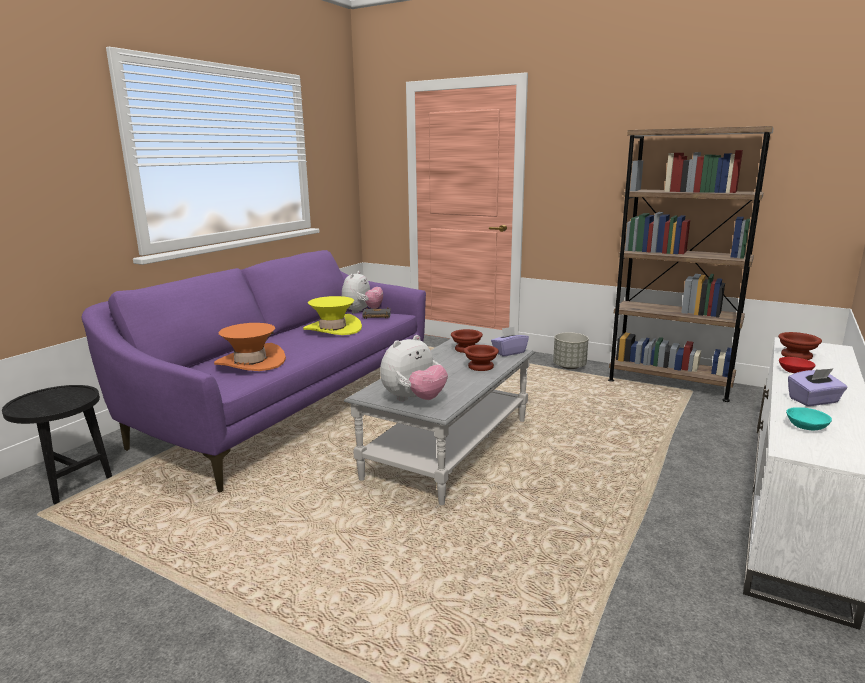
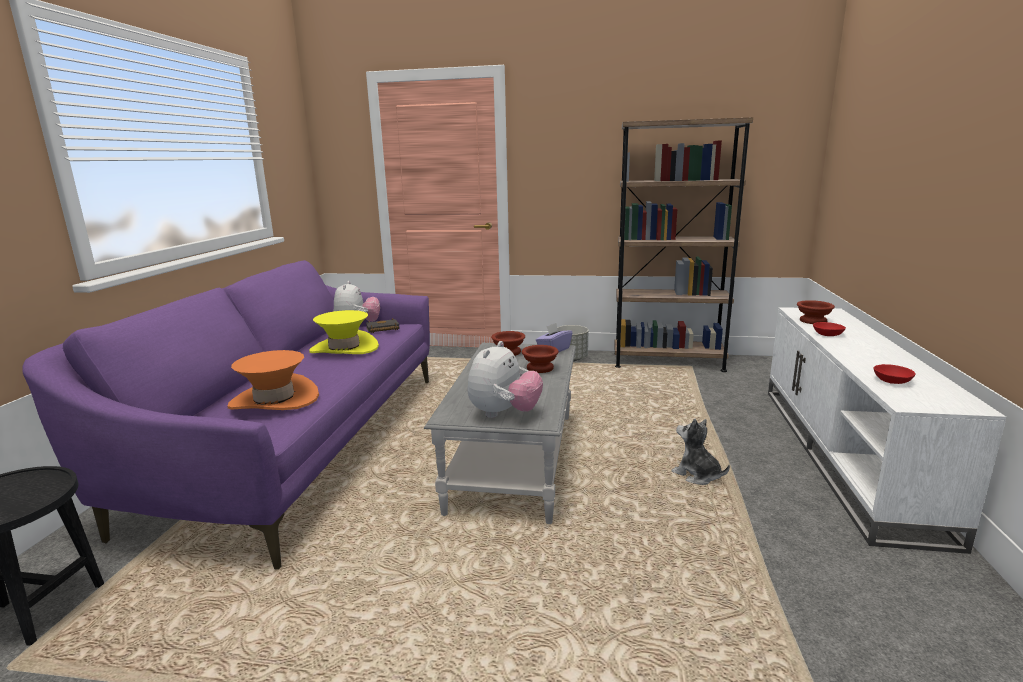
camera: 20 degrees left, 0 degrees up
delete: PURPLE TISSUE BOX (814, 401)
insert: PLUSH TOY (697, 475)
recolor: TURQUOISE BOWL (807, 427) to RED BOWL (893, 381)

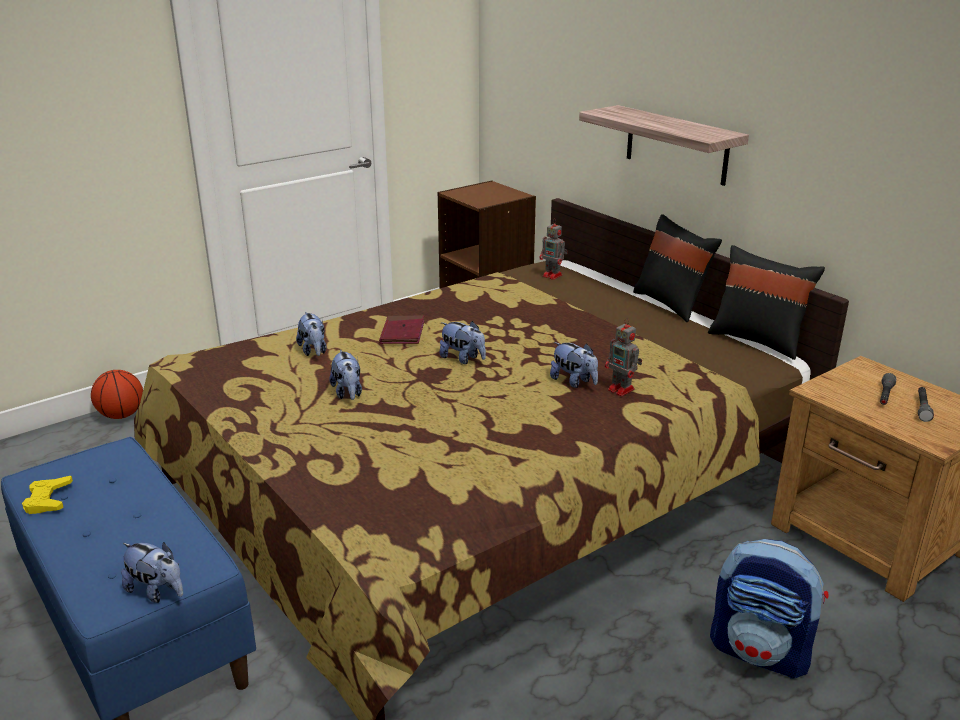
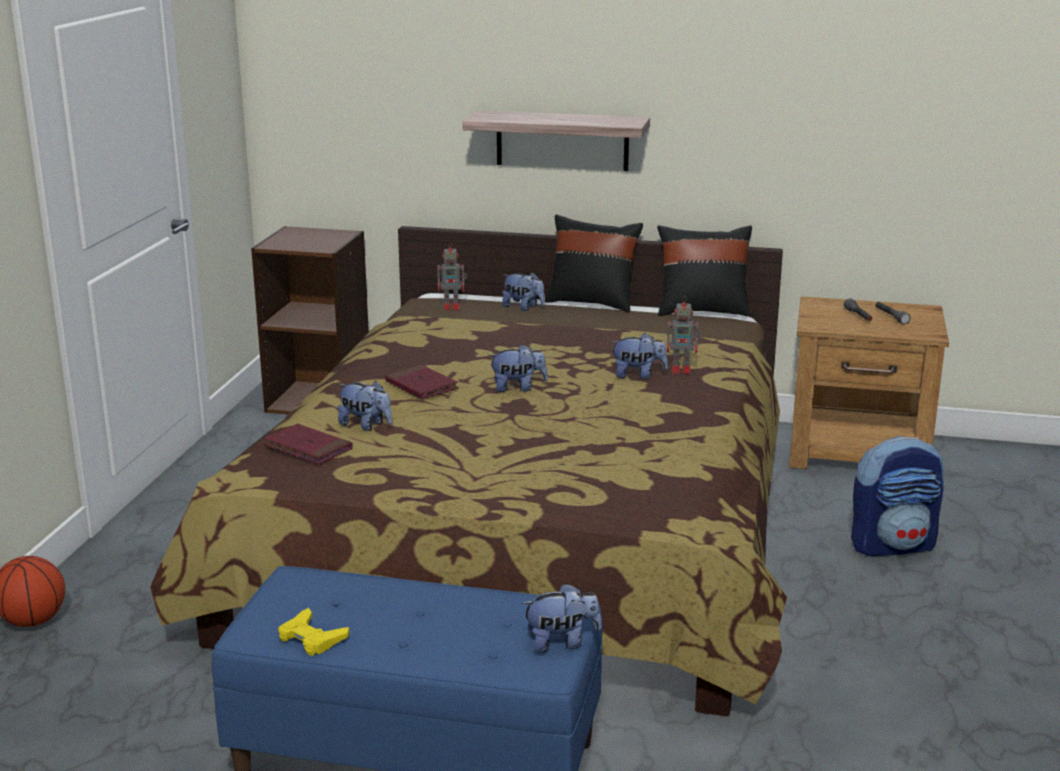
camera: 40 degrees left, 5 degrees down
insert: RED BOOK (308, 448)
move: PLUSH TOY (348, 393) to (523, 307)

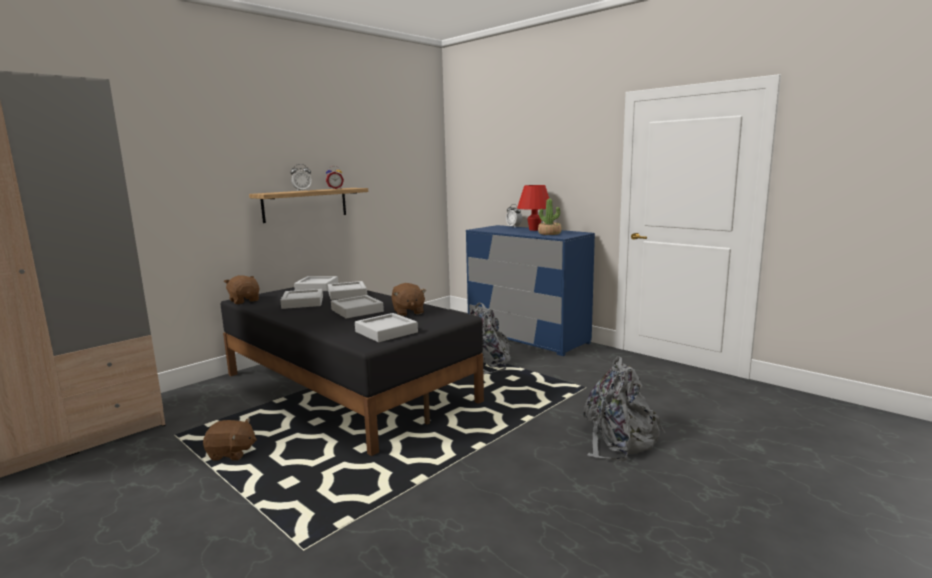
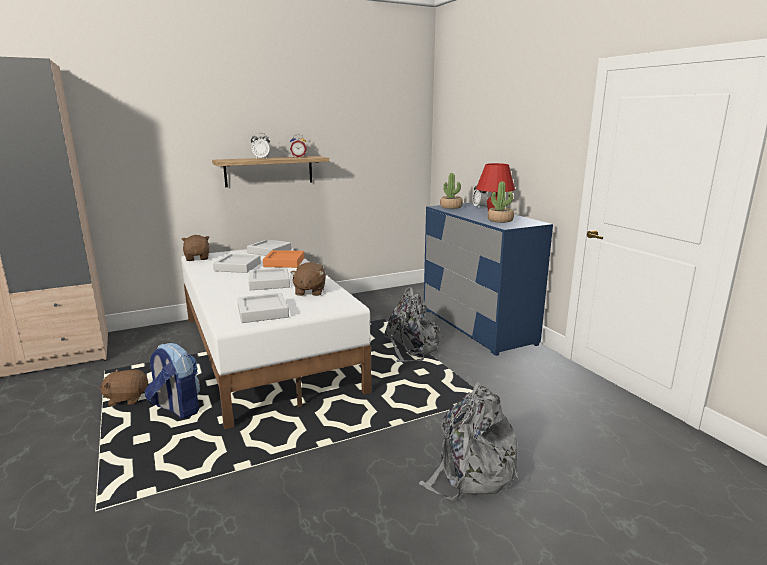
camera: 20 degrees right, 5 degrees up
insert: BACKPACK (177, 408); POTTED PLANT (451, 207)
recolor: BLACK BED (347, 387) to WHITE BED (267, 351); GREY TRAY (347, 294) to ORANGE TRAY (284, 262)
rotate: BROWN PLUSH TOY (231, 453) = (127, 398) 150 degrees clockwise

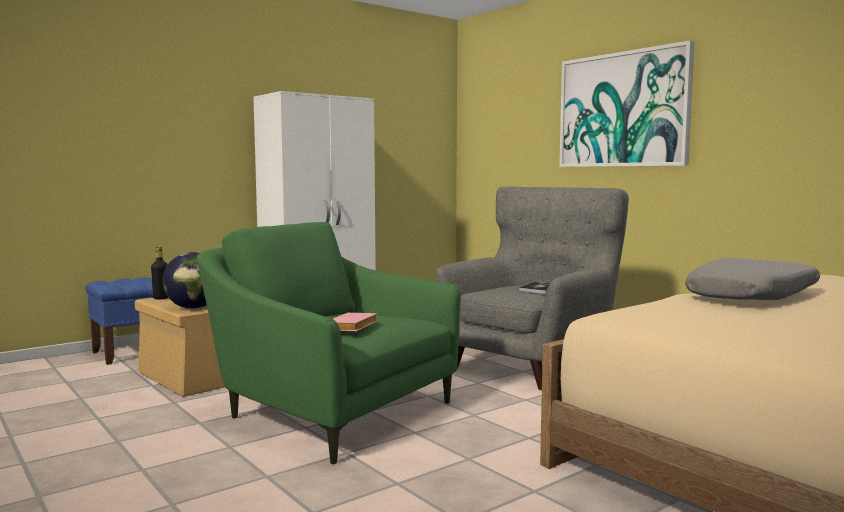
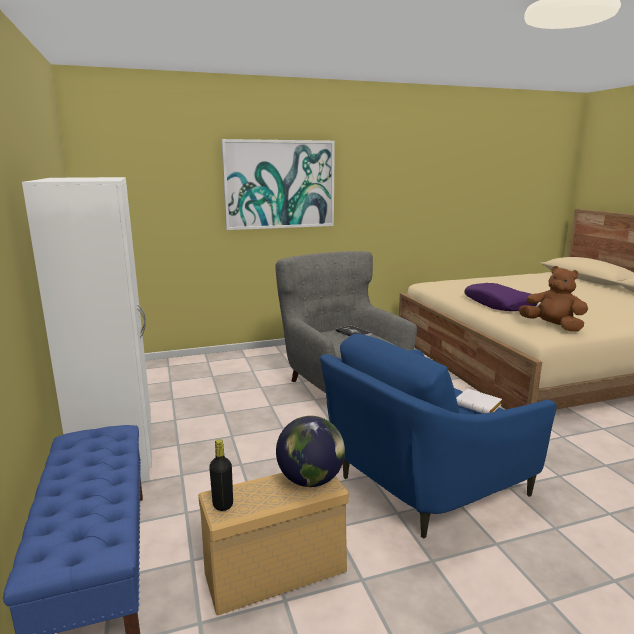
camera: 70 degrees left, 10 degrees up
insert: BROWN PLUSH TOY (552, 326)
recolor: GREEN ARMCHAIR (329, 412) to BLUE ARMCHAIR (421, 483); PINK BOOK (352, 328) to WHITE BOOK (479, 405); GREY PILLOW (753, 297) to PURPLE PILLOW (499, 304)

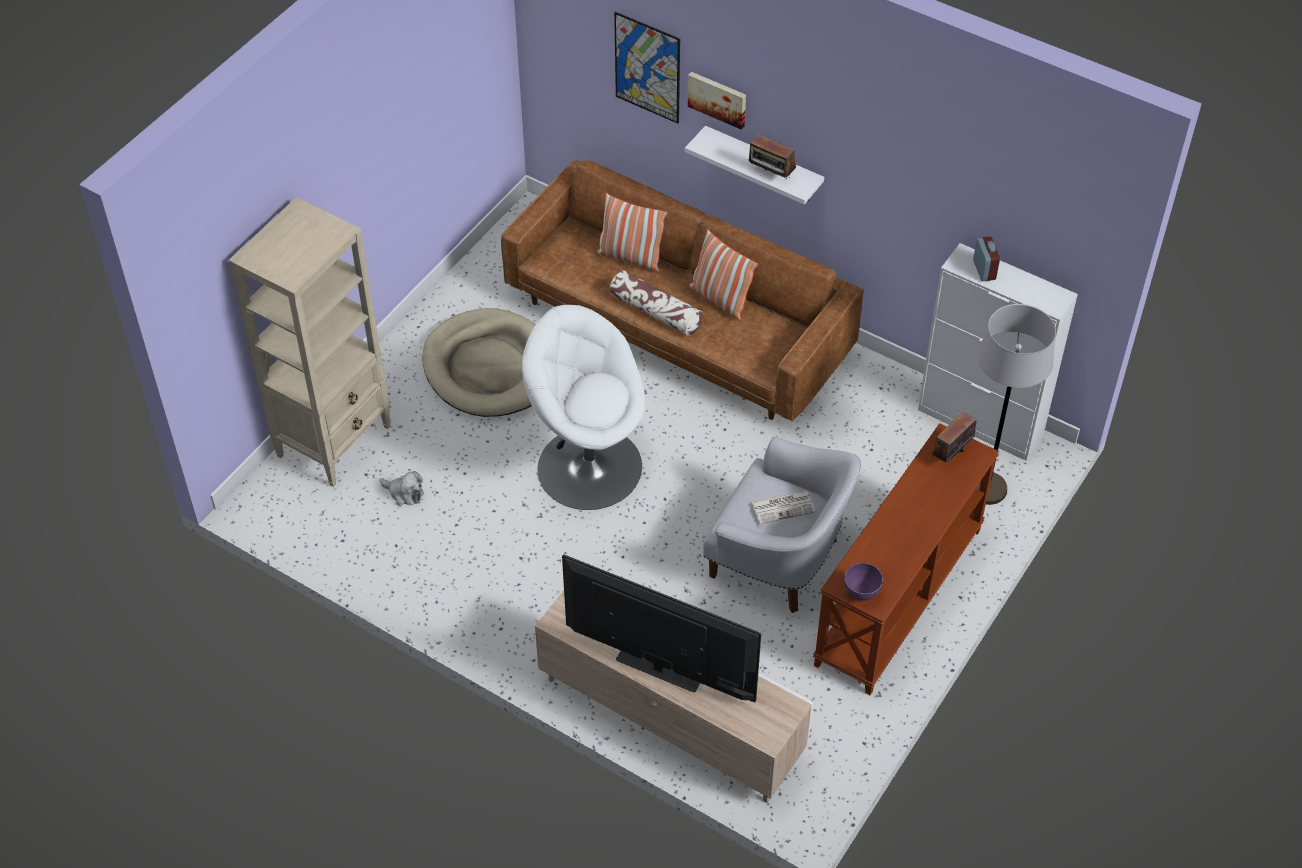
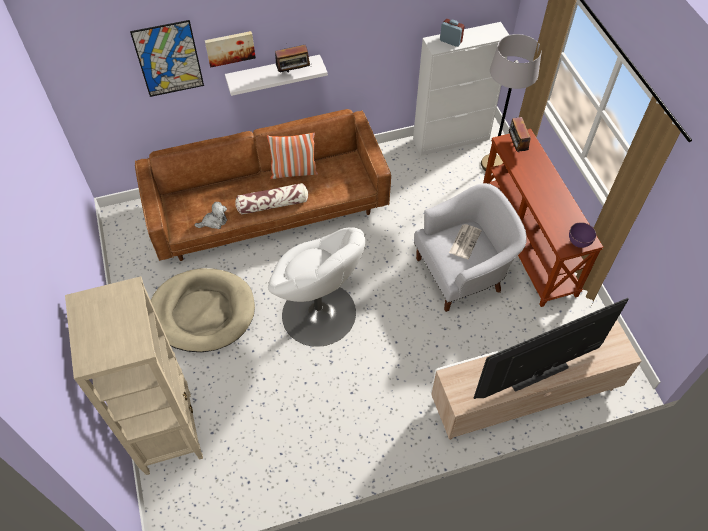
camera: 50 degrees left, 5 degrees up
delete: PILLOW (630, 257)
move: PLUSH TOY (404, 493) to (214, 221)
rotate: WHITE ARMCHAIR (588, 466) = (319, 314) 105 degrees counterclockwise

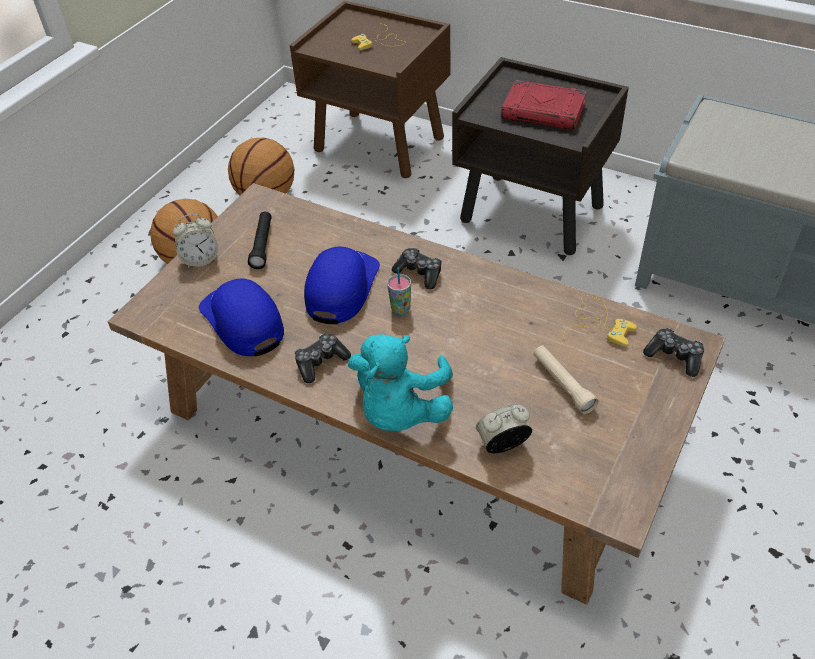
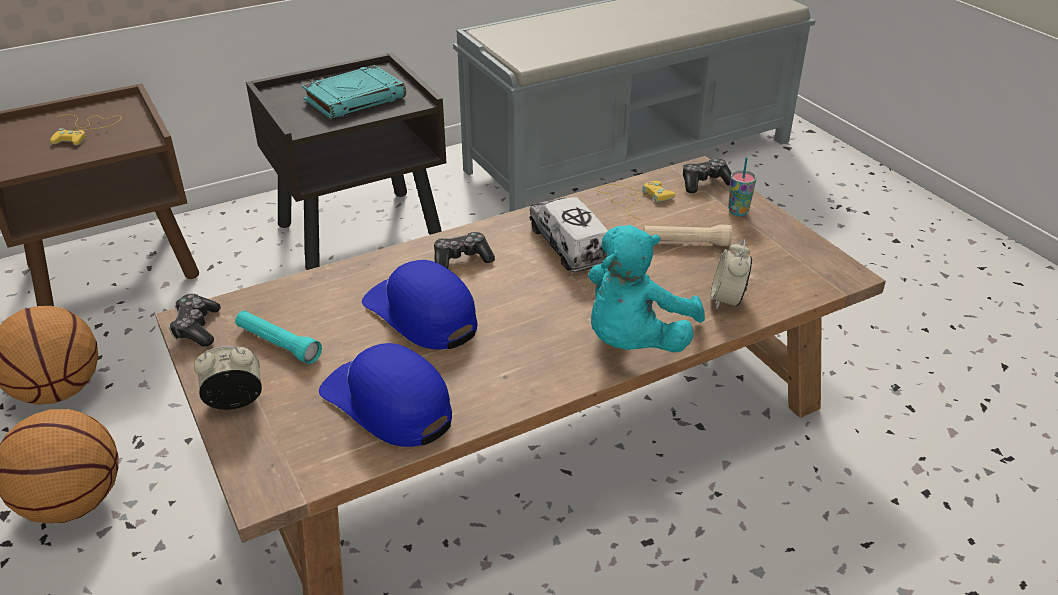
camera: 60 degrees left, 10 degrees down
insert: TOY TRUCK (569, 246)
move: GAME CONTROLLER (321, 362) to (196, 328); CUP (400, 309) to (738, 212)
recolor: BLACK FLASHLIGHT (262, 245) to TURQUOISE FLASHLIGHT (278, 344); RED BOOK (544, 111) to TURQUOISE BOOK (355, 98)
rotate: ALARM CLOCK (200, 259) = (235, 402) 120 degrees counterclockwise; BLUE CAP (243, 321) = (388, 403) 45 degrees clockwise; TURQUOISE PLUSH TOY (400, 411) = (634, 341) 75 degrees clockwise

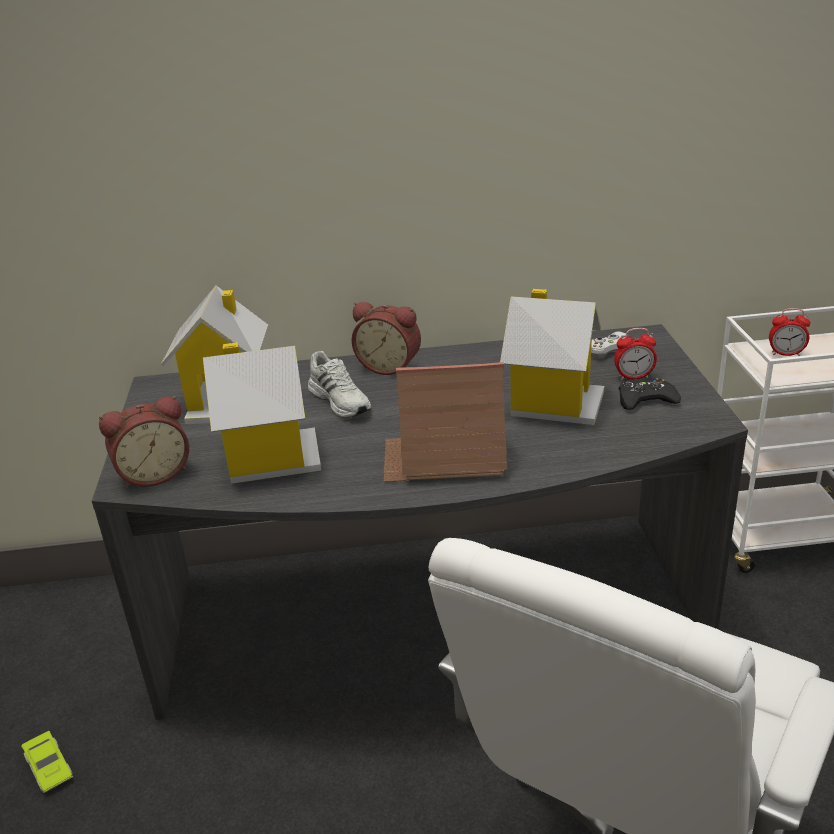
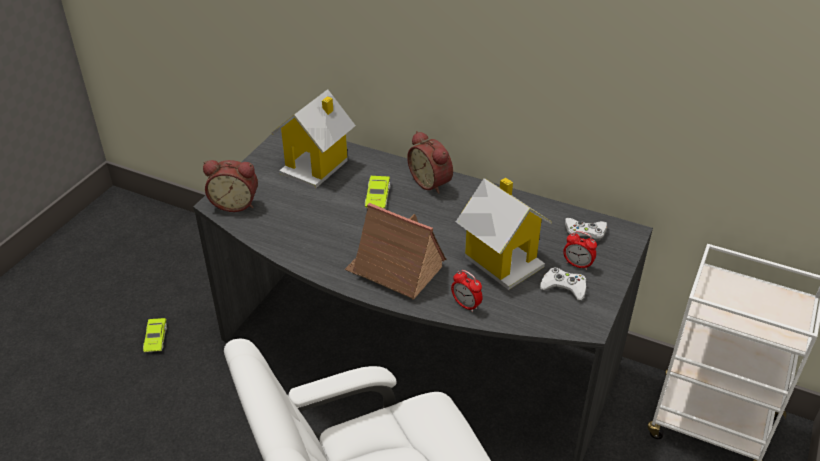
camera: 30 degrees right, 10 degrees up
delete: TOY HOUSE (269, 457)
move: ALARM CLOCK (786, 354) to (466, 305)
replace: WHITE SHOE (341, 401) to GREEN TOY CAR (377, 197)
recolor: BLACK GAME CONTROLLER (646, 400) to WHITE GAME CONTROLLER (564, 287)

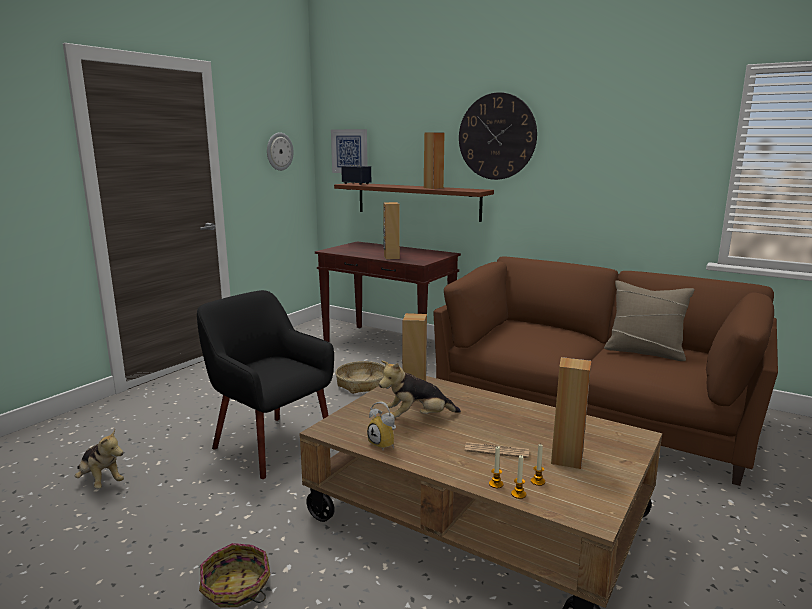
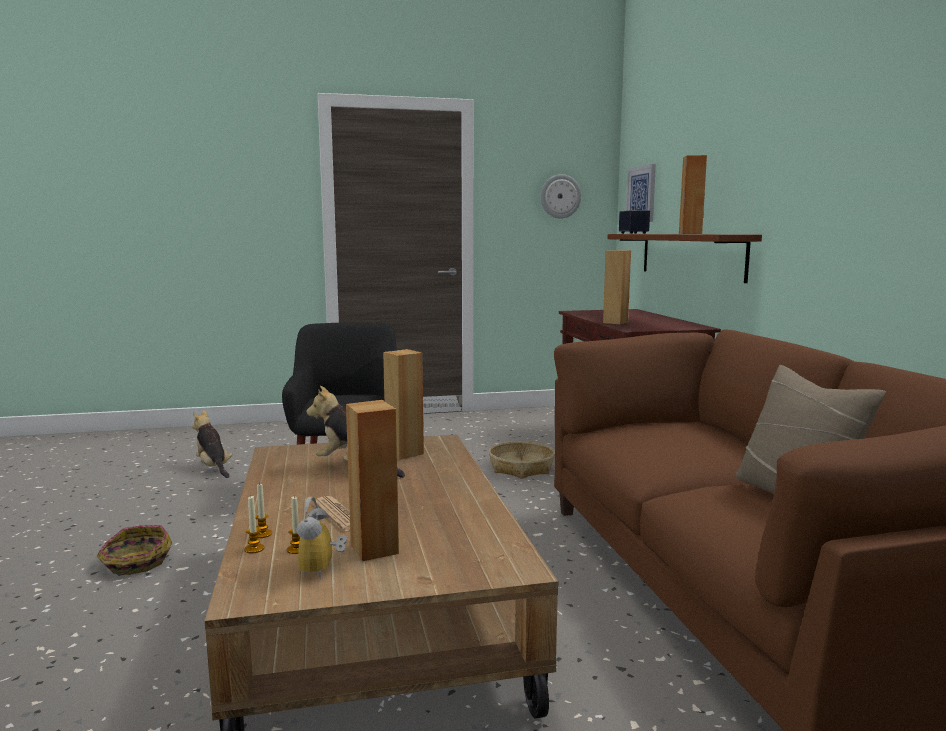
camera: 45 degrees right, 5 degrees down
delete: WALL CLOCK (497, 136)
move: ALARM CLOCK (385, 444) to (322, 570)
rotate: PLUSH TOY (100, 481) = (213, 467) 150 degrees clockwise

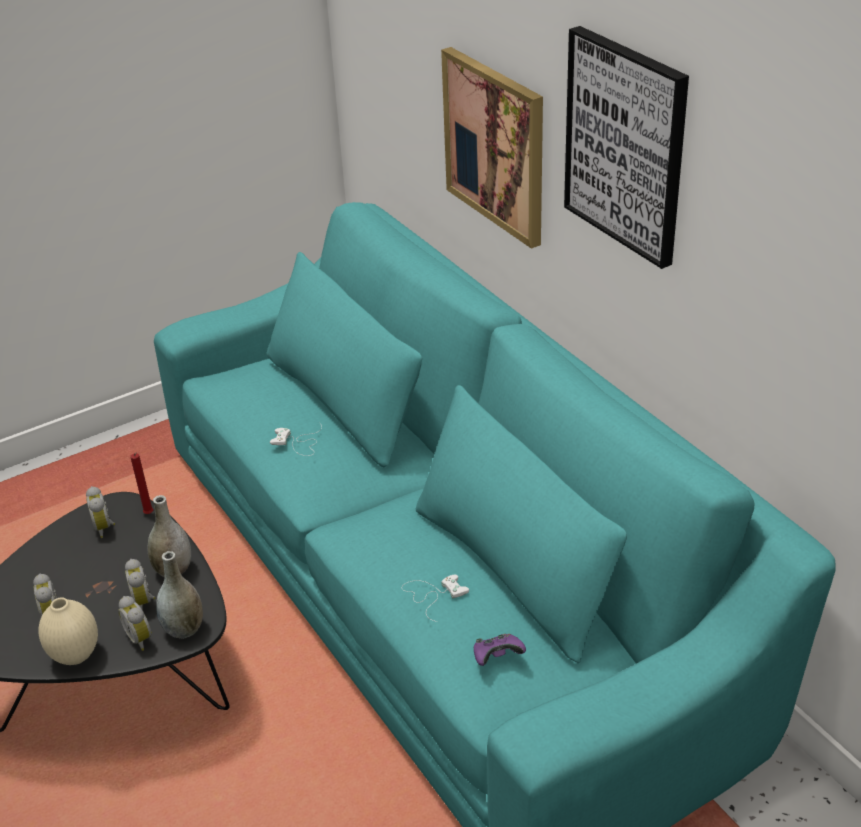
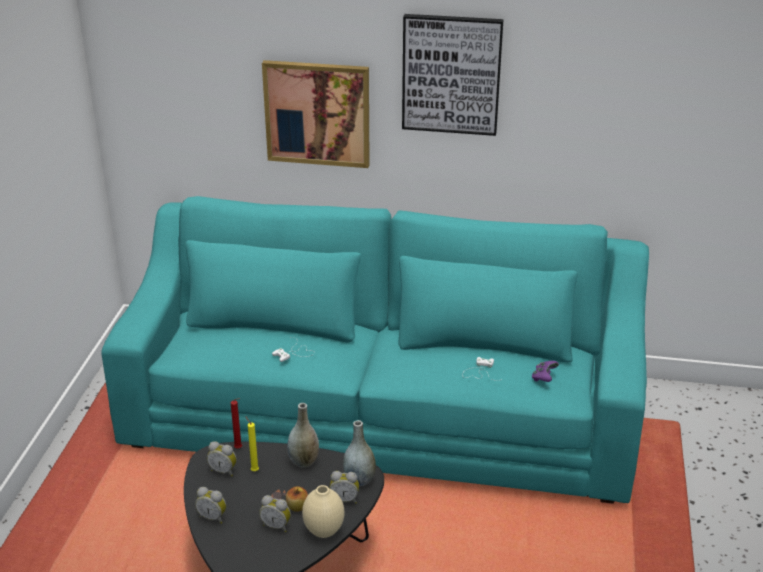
camera: 50 degrees left, 5 degrees down
insert: YELLOW CANDLE (254, 470); APPLE (297, 506)
move: ALARM CLOCK (144, 601) to (213, 517)

